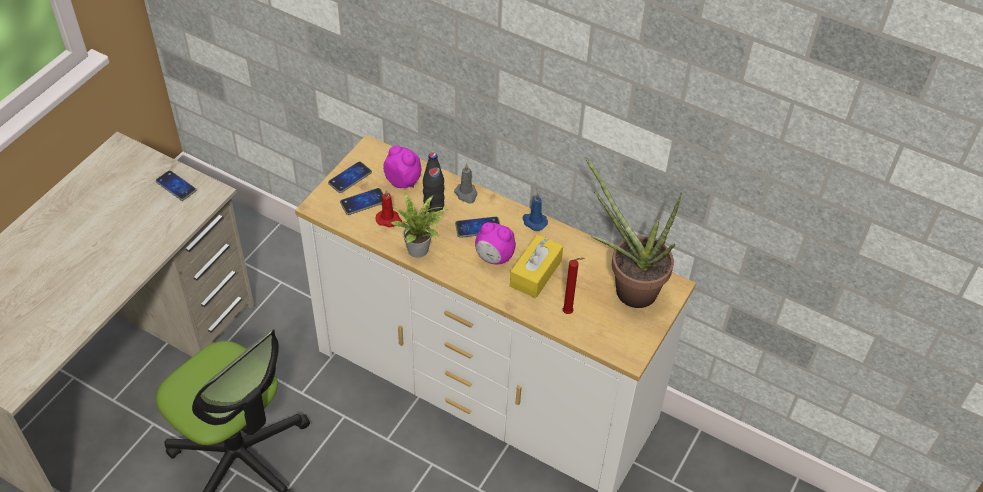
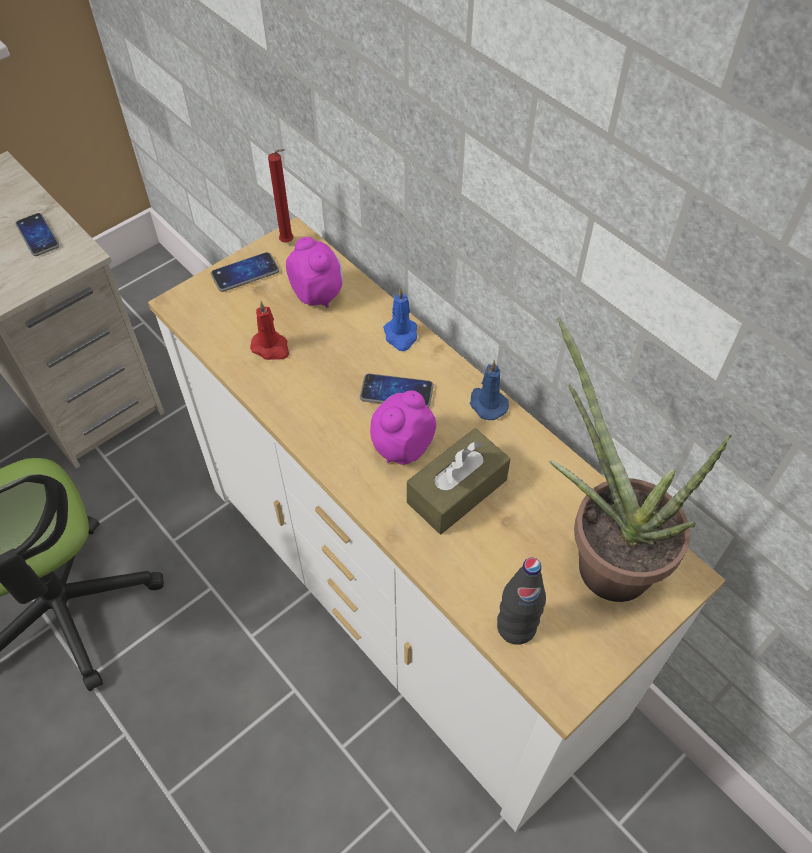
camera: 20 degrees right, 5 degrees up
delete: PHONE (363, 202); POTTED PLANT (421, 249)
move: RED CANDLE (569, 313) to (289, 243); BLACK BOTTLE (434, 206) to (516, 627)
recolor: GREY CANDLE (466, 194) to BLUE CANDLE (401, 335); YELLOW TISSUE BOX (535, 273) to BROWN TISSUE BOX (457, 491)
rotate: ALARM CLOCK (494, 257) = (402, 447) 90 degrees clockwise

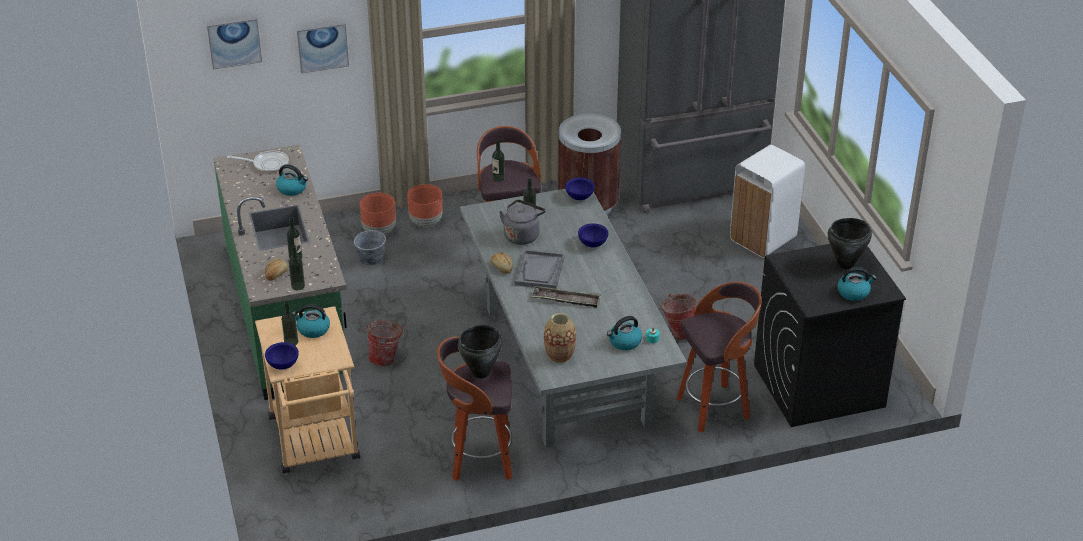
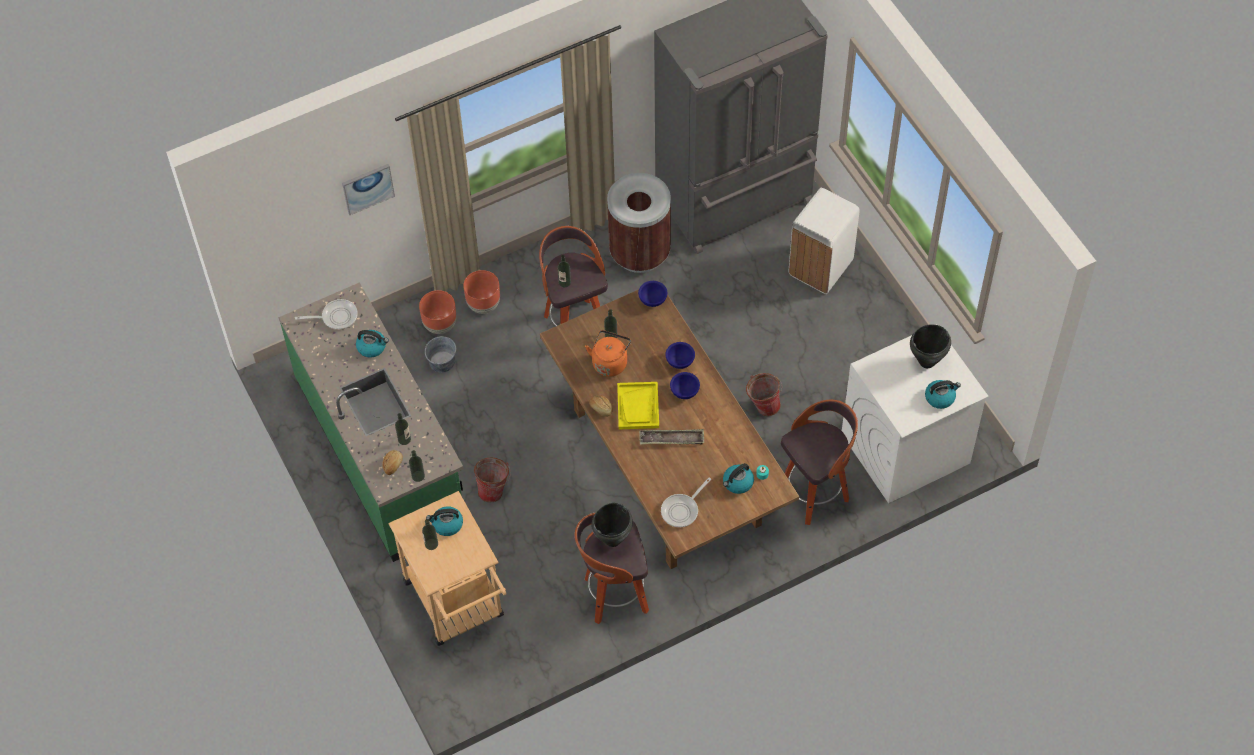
camera: 10 degrees left, 20 degrees up
delete: PICTURE (234, 42)
move: BLUE BOWL (283, 364) to (684, 391)
replace: VASE (559, 355) to FRYING PAN (682, 510)
recolor: GREY DINING TABLE (566, 366) to BROWN DINING TABLE (667, 468); GREY KETTLE (522, 235) to ORANGE KETTLE (610, 362); GREY TRAY (540, 271) to YELLOW TRAY (638, 406); BLACK WASHING MACHINE (818, 386) to WHITE WASHING MACHINE (904, 449)

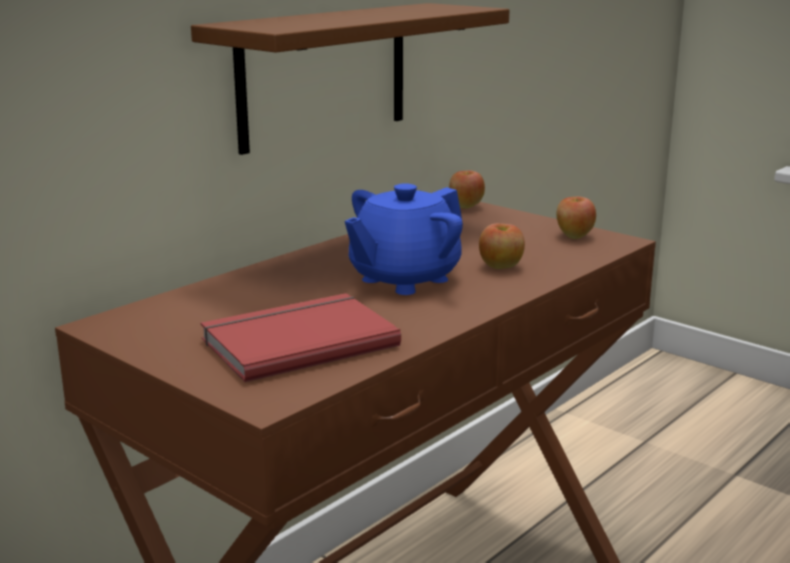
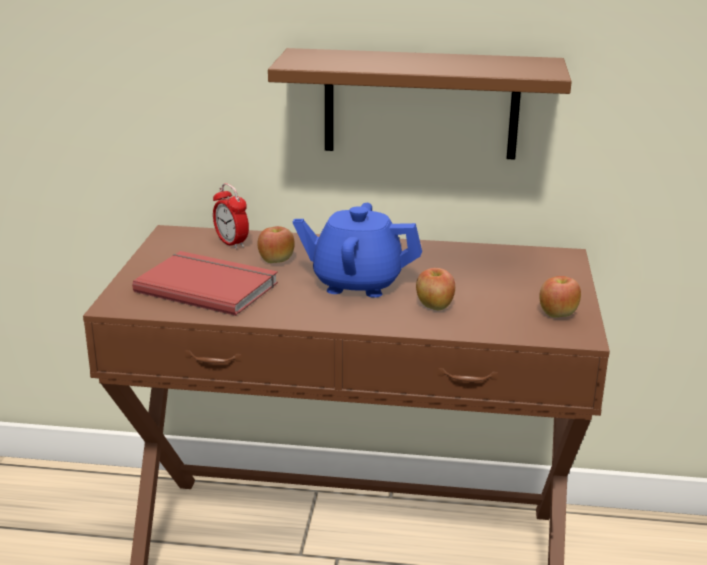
camera: 55 degrees right, 5 degrees up
insert: ALARM CLOCK (231, 243)
move: APPLE (465, 206) to (276, 261)

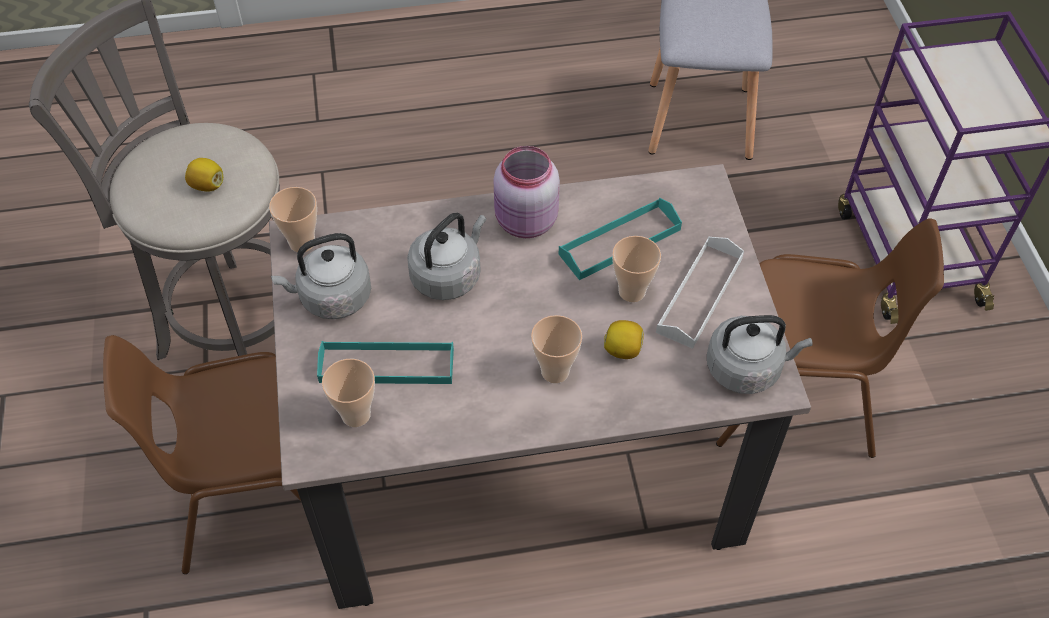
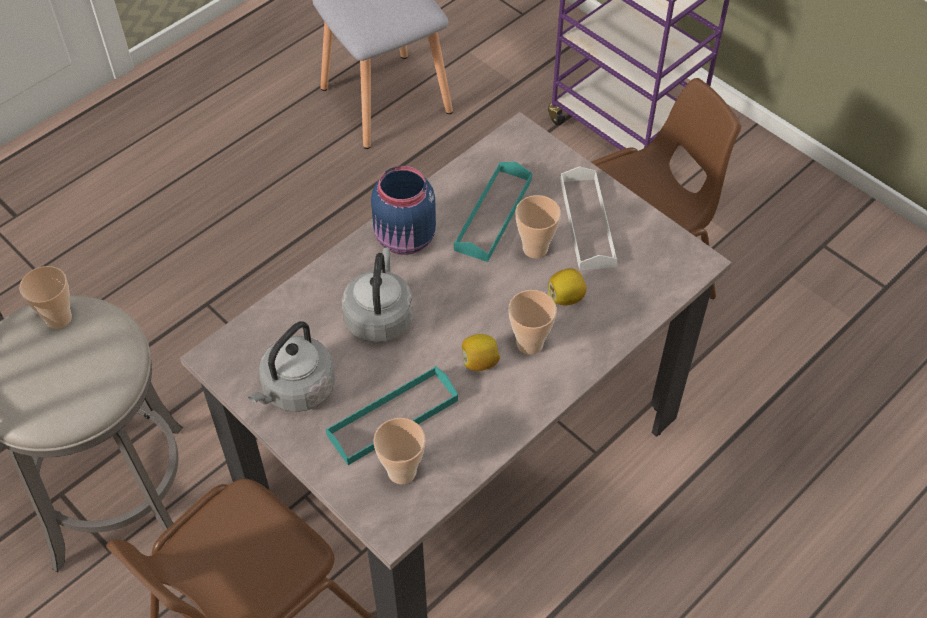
camera: 35 degrees left, 0 degrees up
delete: GREY KETTLE (747, 368)
move: CUP (302, 242) to (59, 318); LEMON (207, 185) to (479, 362)
recolor: PINK JAR (525, 222) to BLUE JAR (405, 239)

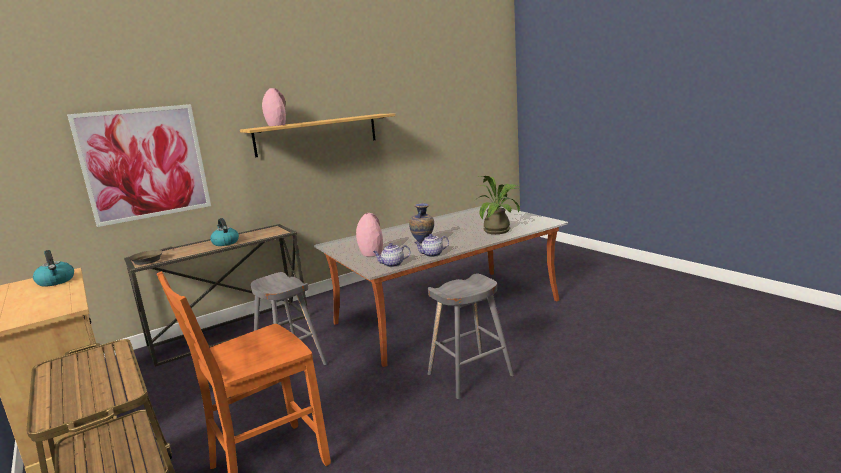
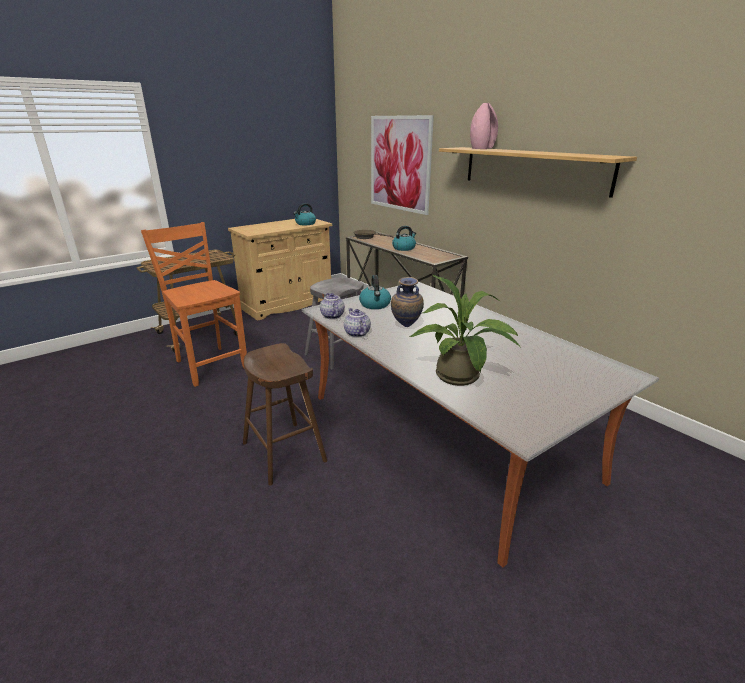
camera: 85 degrees right, 10 degrees up
replace: PINK VASE (371, 253) to KETTLE (375, 305)
recolor: GREY STOOL (470, 374) to BROWN STOOL (284, 452)

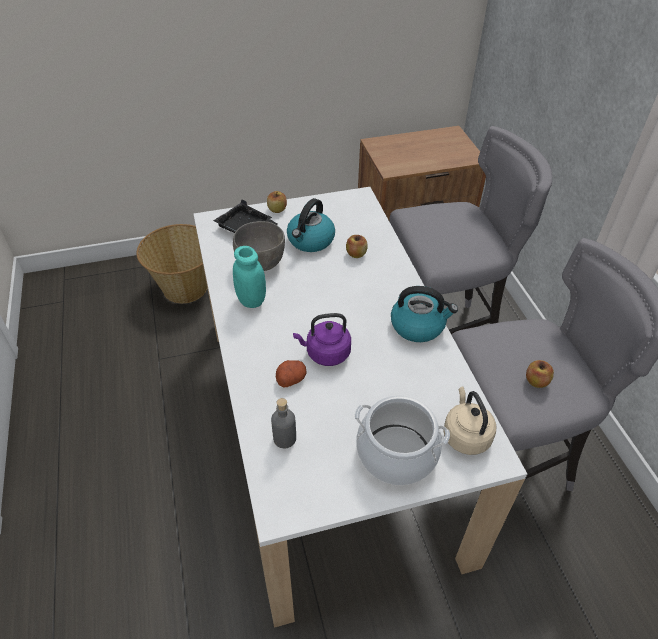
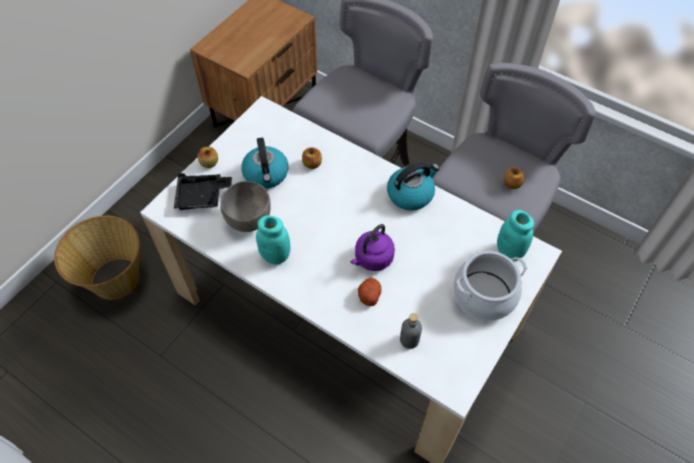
camera: 40 degrees left, 10 degrees up
replace: BEIGE KETTLE (465, 435) to TURQUOISE JAR (509, 252)

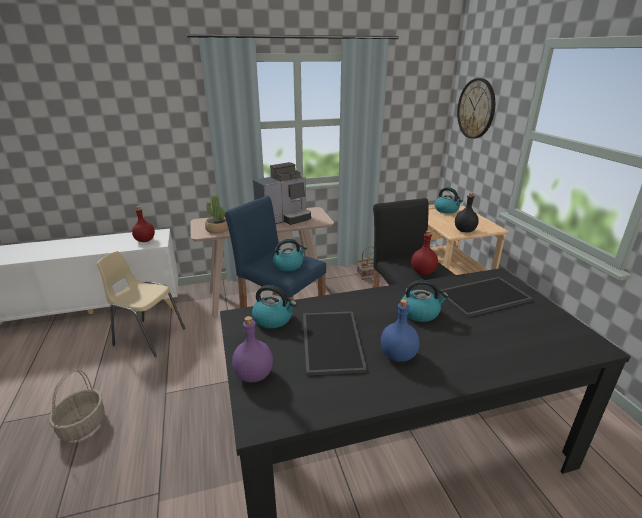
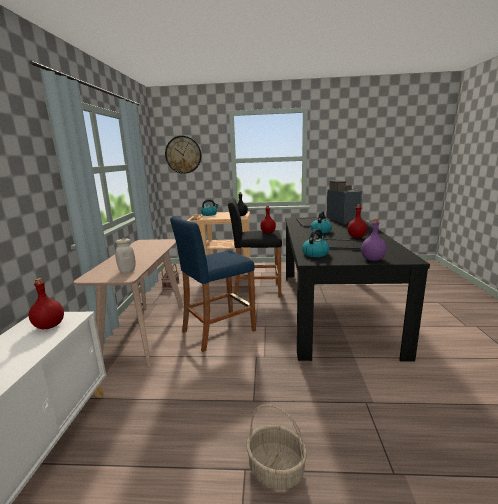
camera: 70 degrees left, 10 degrees down
delete: BEIGE CHAIR (148, 337); KETTLE (289, 265)
move: COFFEE MACHINE (284, 219) to (344, 220)
replace: POTTED PLANT (218, 229) to WHITE JAR (127, 271)
recolor: BLUE BOTTLE (397, 355) to RED BOTTLE (356, 237)

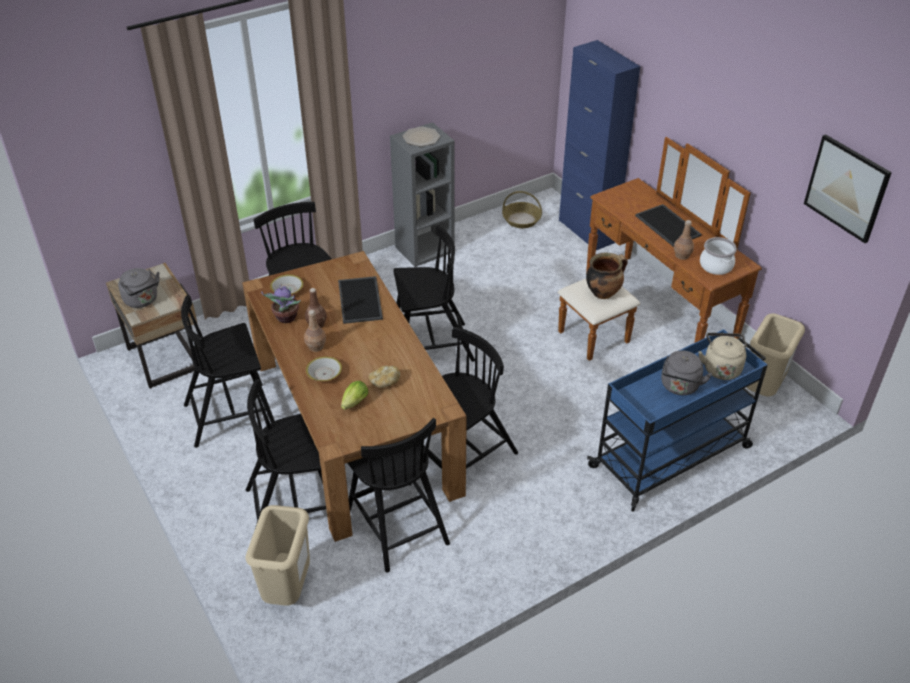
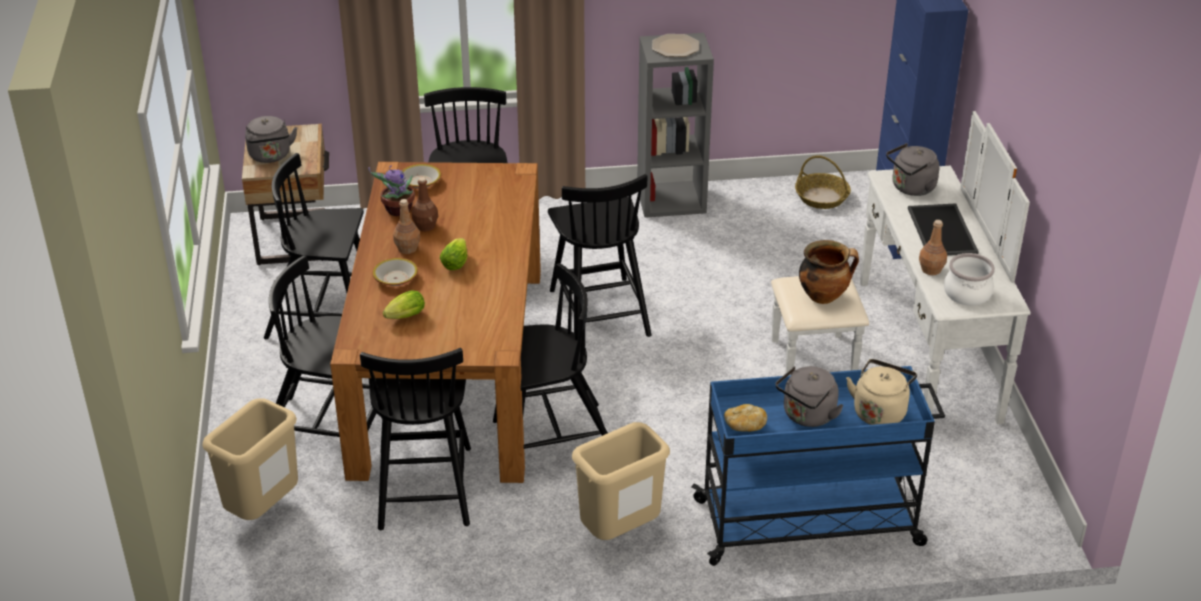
camera: 25 degrees right, 5 degrees down
delete: TRAY (361, 300); PICTURE (846, 188)
insert: LETTUCE (456, 262); GREY KETTLE (911, 188)
move: BEIGE TRASH CAN (762, 390) to (620, 534); BREAD (384, 382) to (744, 426)
recolor: BROWN DRESSER (644, 314) to WHITE DRESSER (901, 352)
rotate: BLACK CHAIR (430, 346) = (599, 311) 60 degrees clockwise

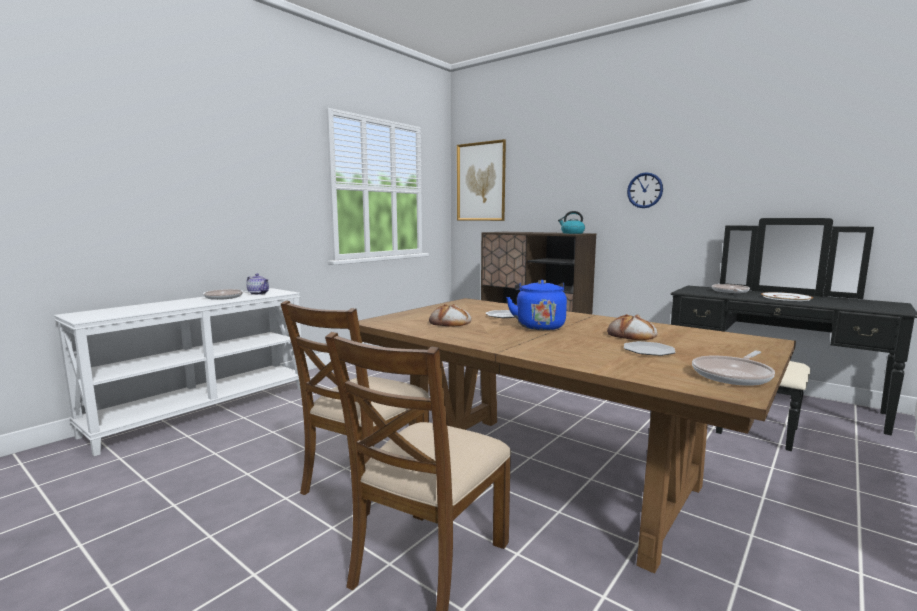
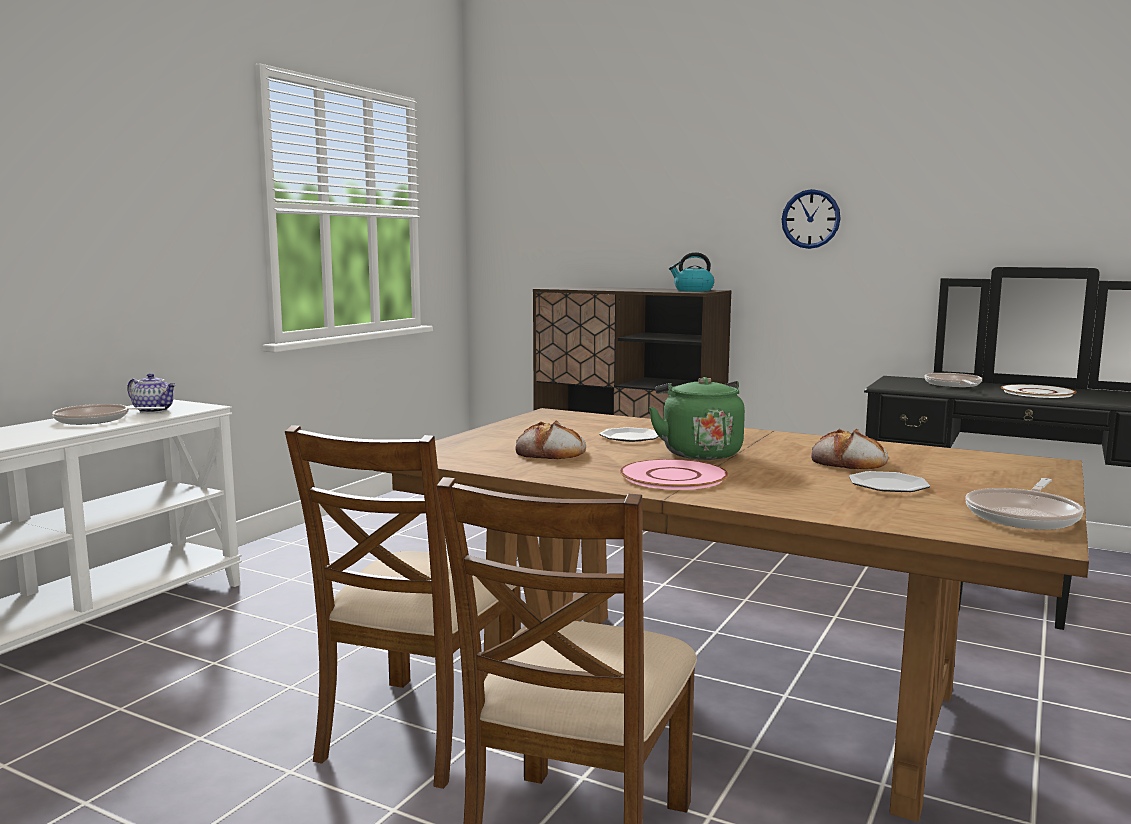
camera: 10 degrees left, 0 degrees up
delete: PICTURE (481, 182)
insert: PINK PLATE (673, 476)
recolor: BLUE KETTLE (539, 326) to GREEN KETTLE (699, 453)

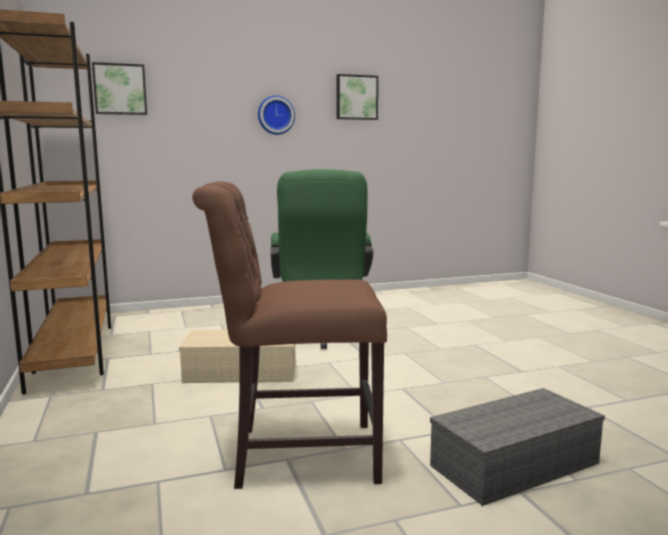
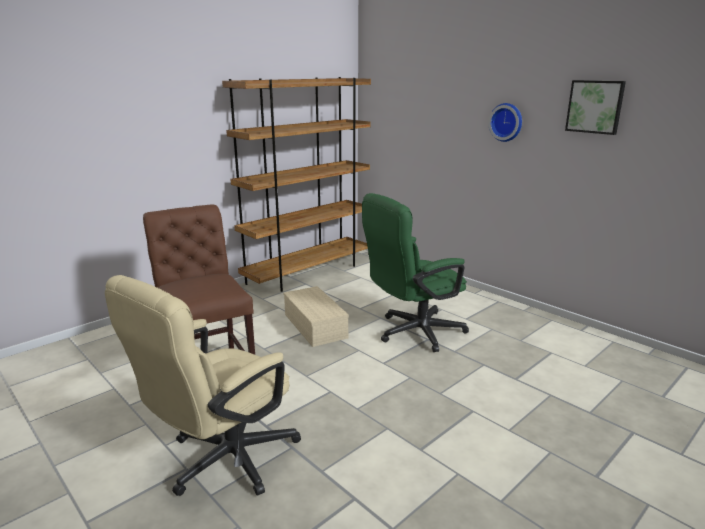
camera: 65 degrees right, 10 degrees up
delete: PICTURE (120, 89)
replace: GREY STORAGE BOX (514, 465) to BEIGE OFFICE CHAIR (222, 462)

